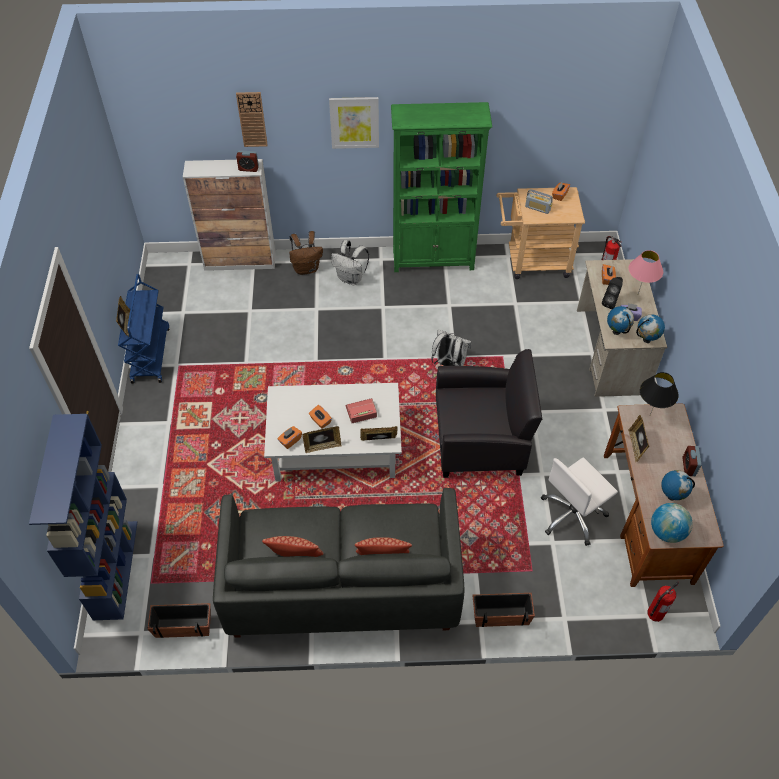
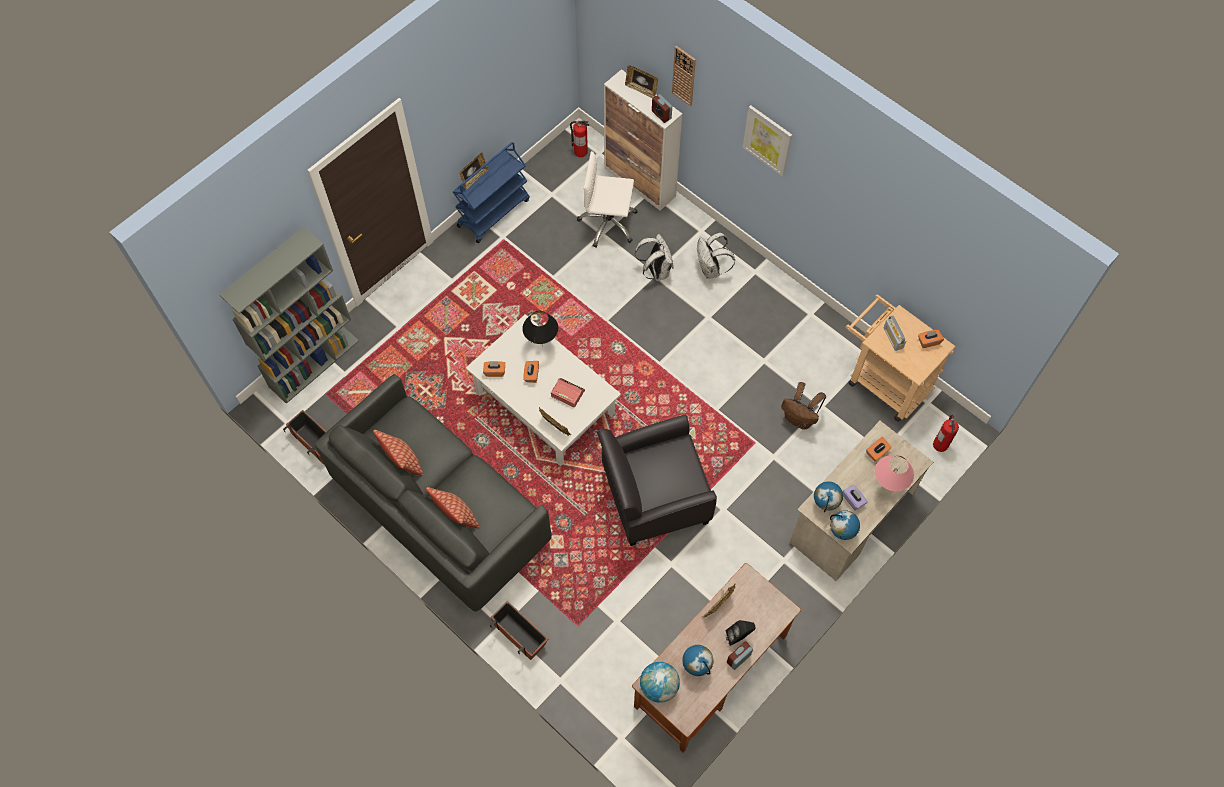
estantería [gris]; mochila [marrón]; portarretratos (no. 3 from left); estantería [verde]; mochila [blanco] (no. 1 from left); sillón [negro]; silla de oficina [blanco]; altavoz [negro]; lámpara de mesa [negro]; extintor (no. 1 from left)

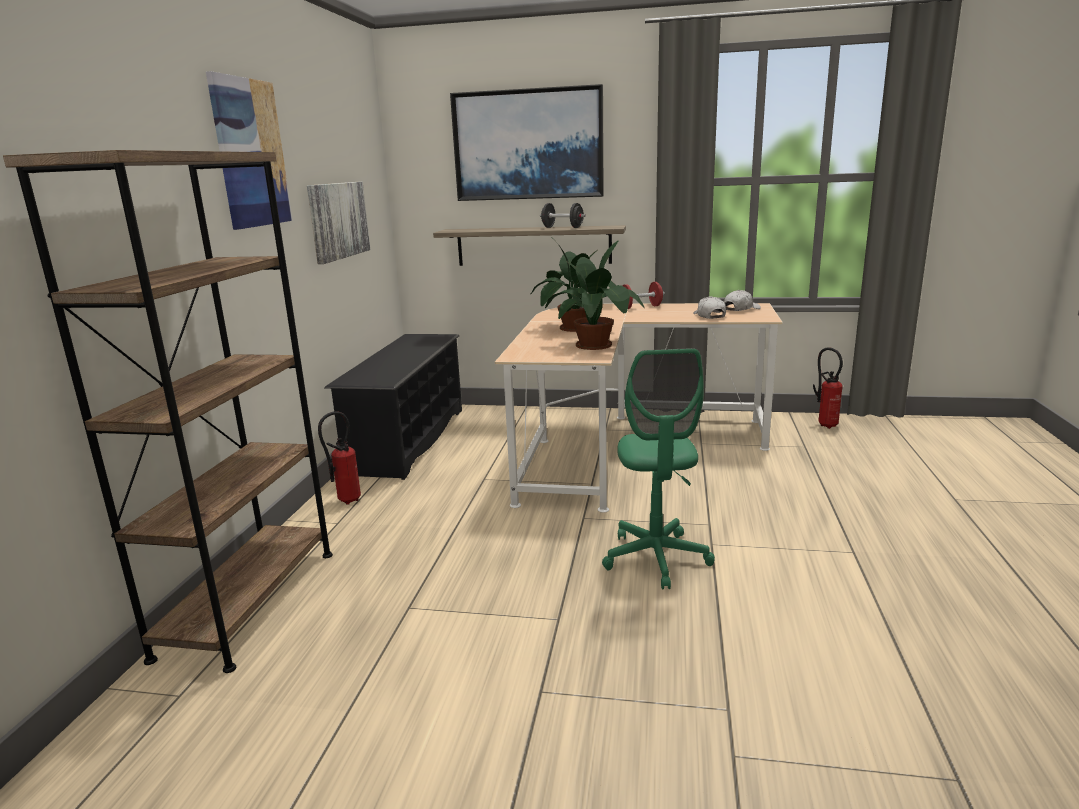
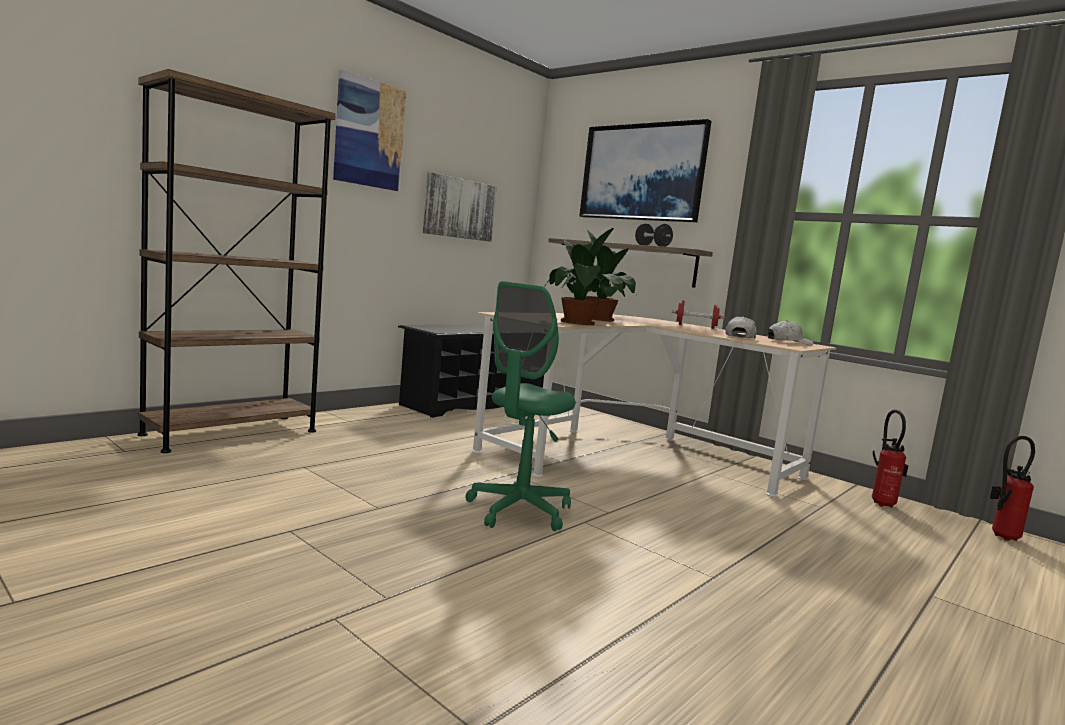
extintor (no. 2 from left)

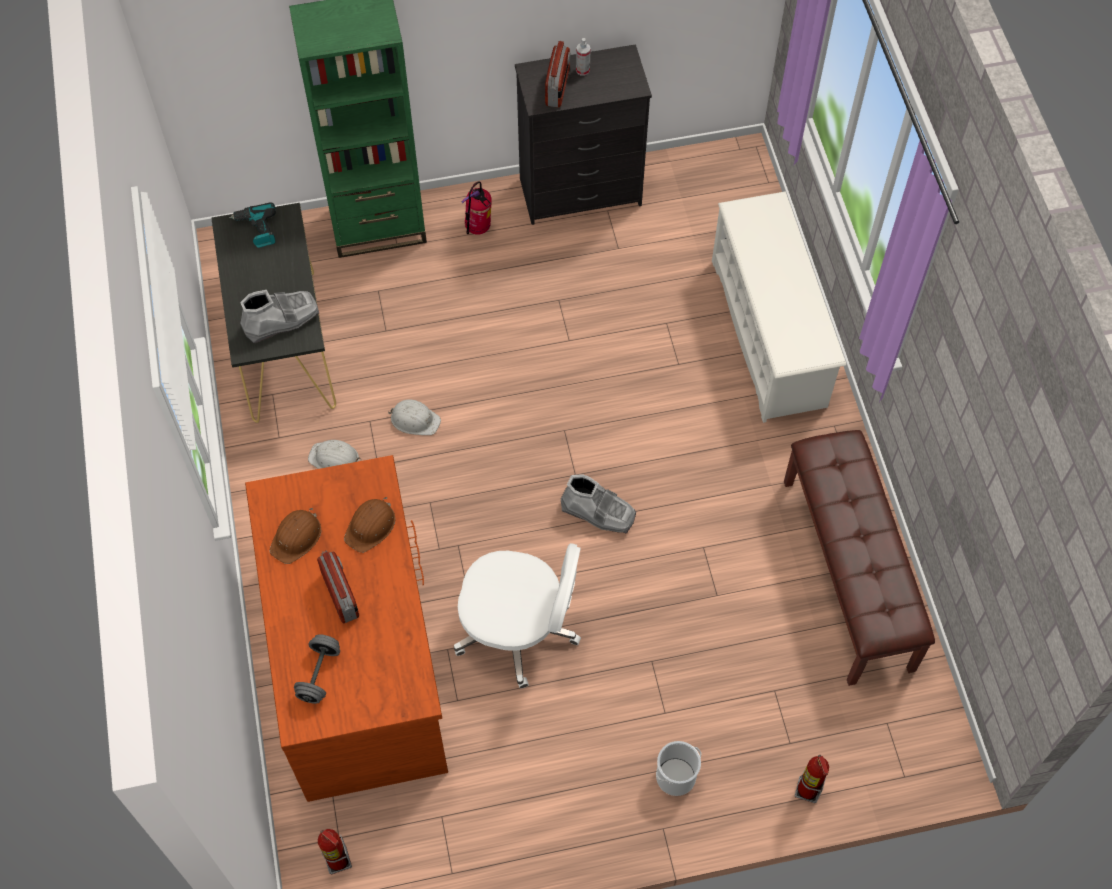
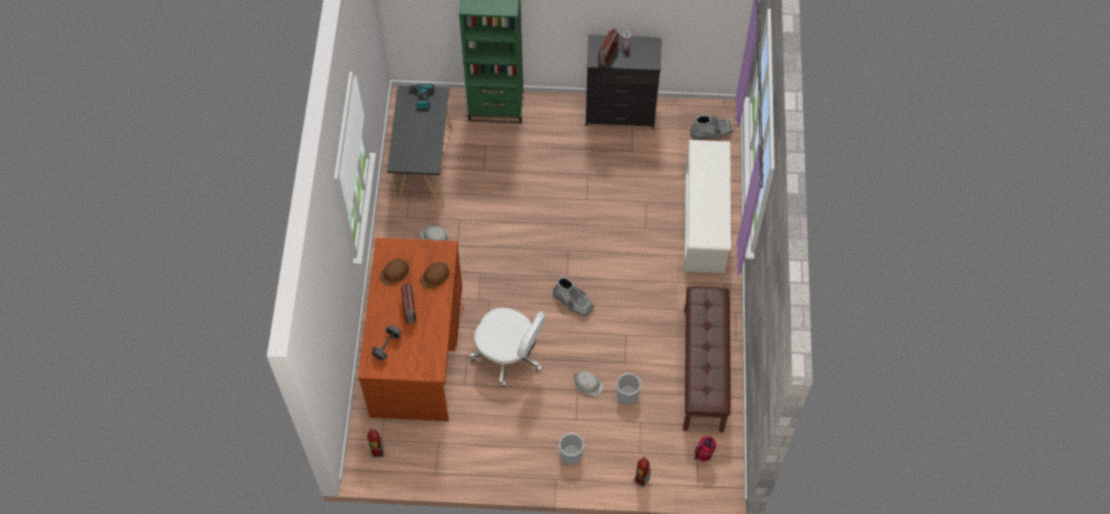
bota [gris] (no. 2 from left); casco [blanco] (no. 2 from left); extintor (no. 3 from left); cubo (no. 2 from left)

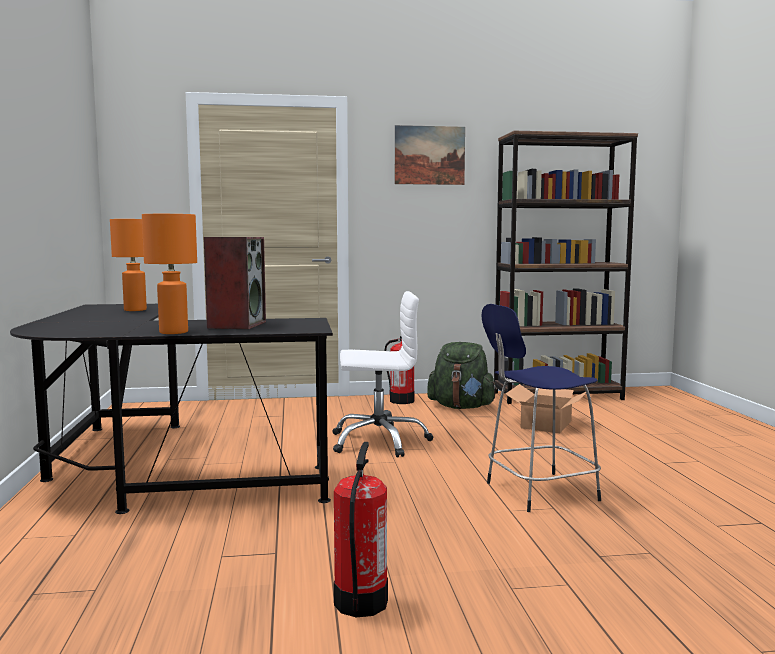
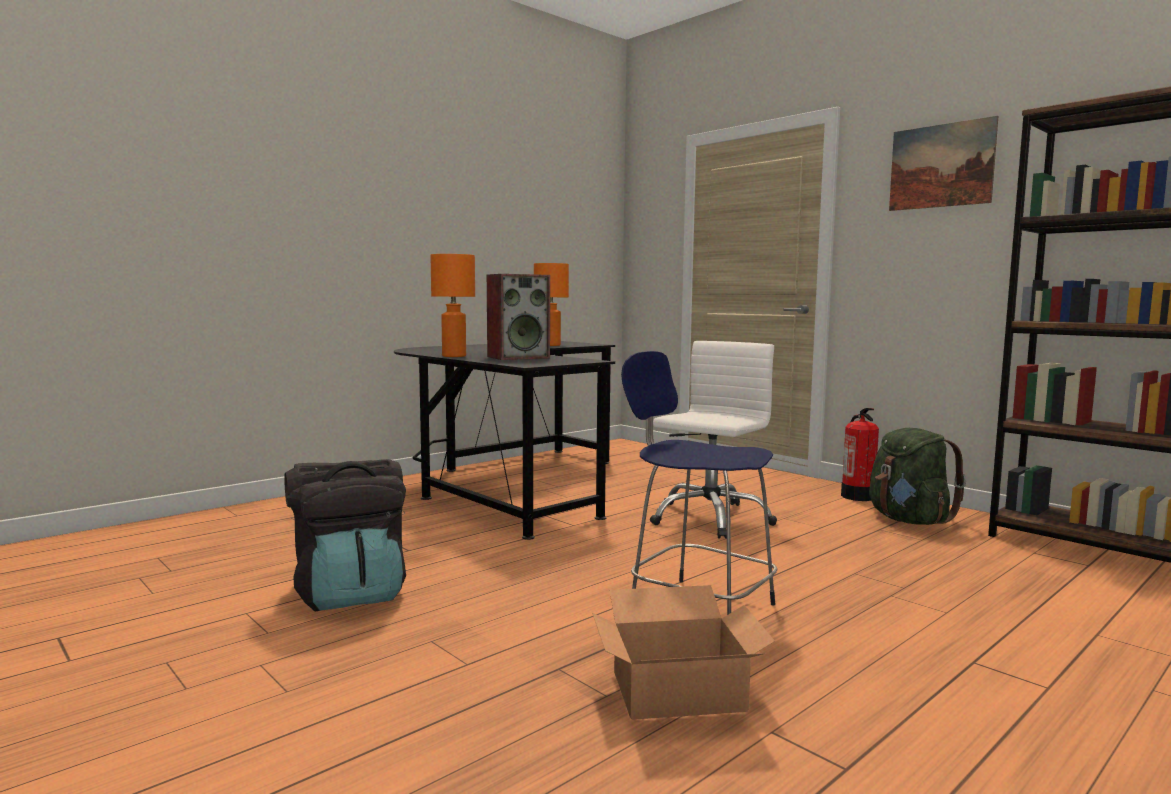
silla de oficina [blanco]; mochila [negro]; caja de cartón

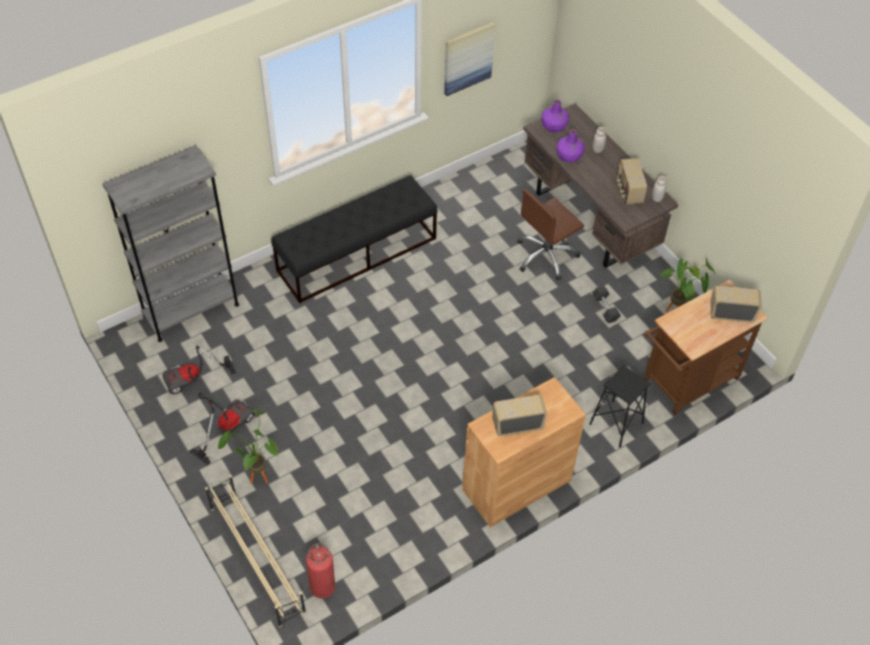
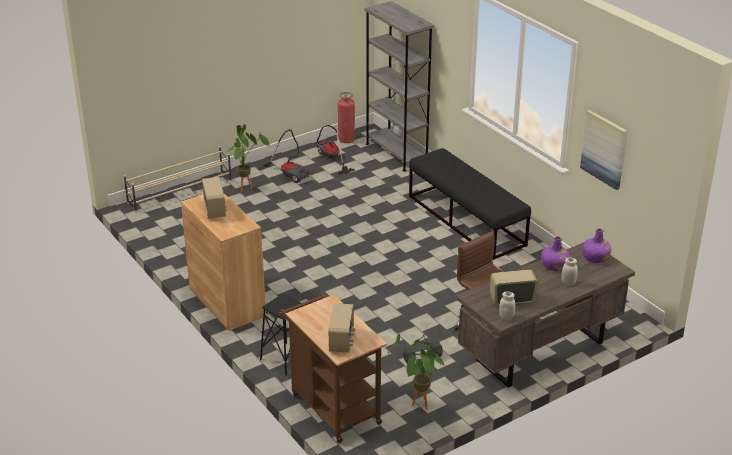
extintor

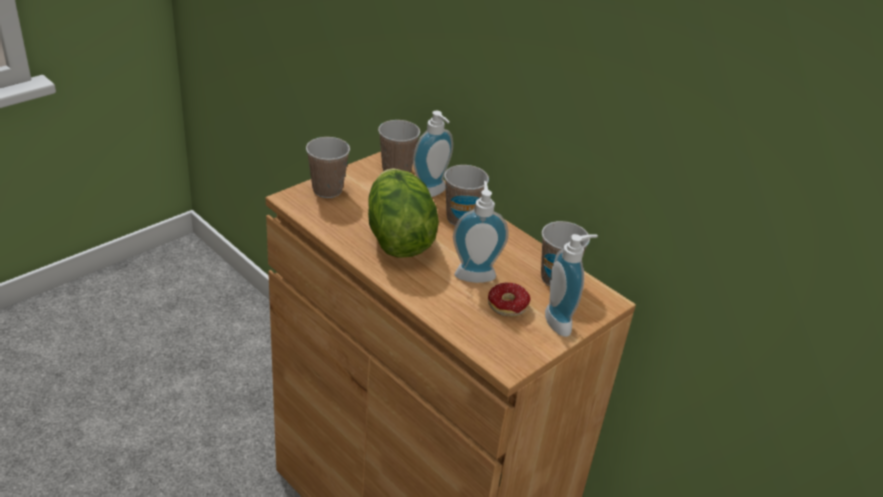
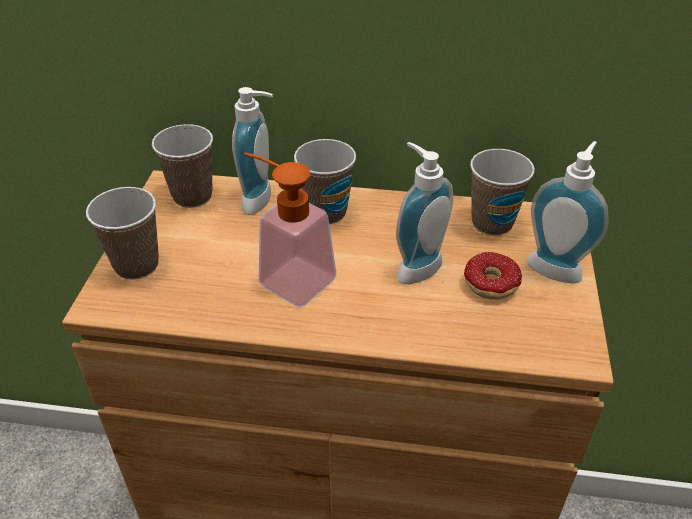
dispensador de jabón (no. 2 from left)

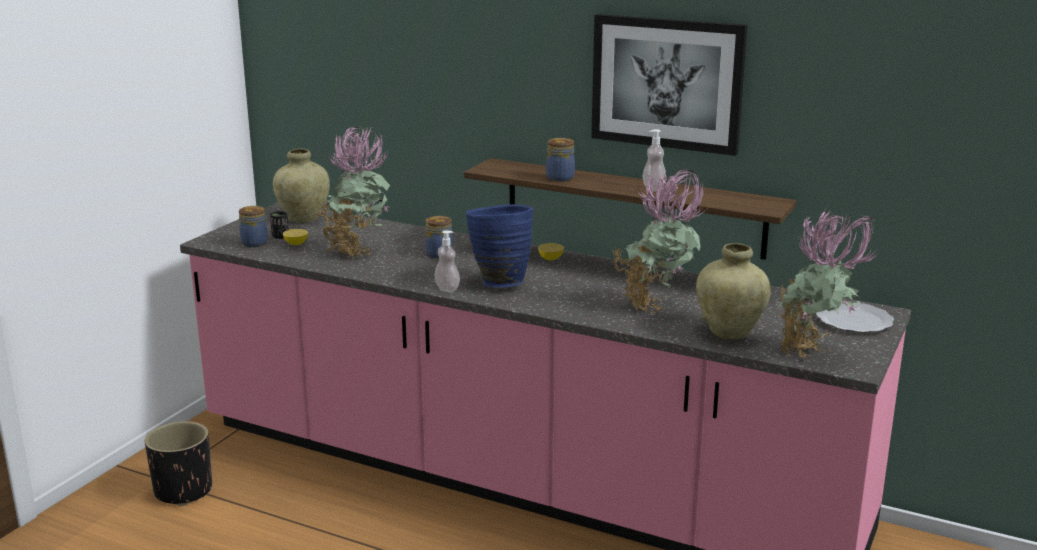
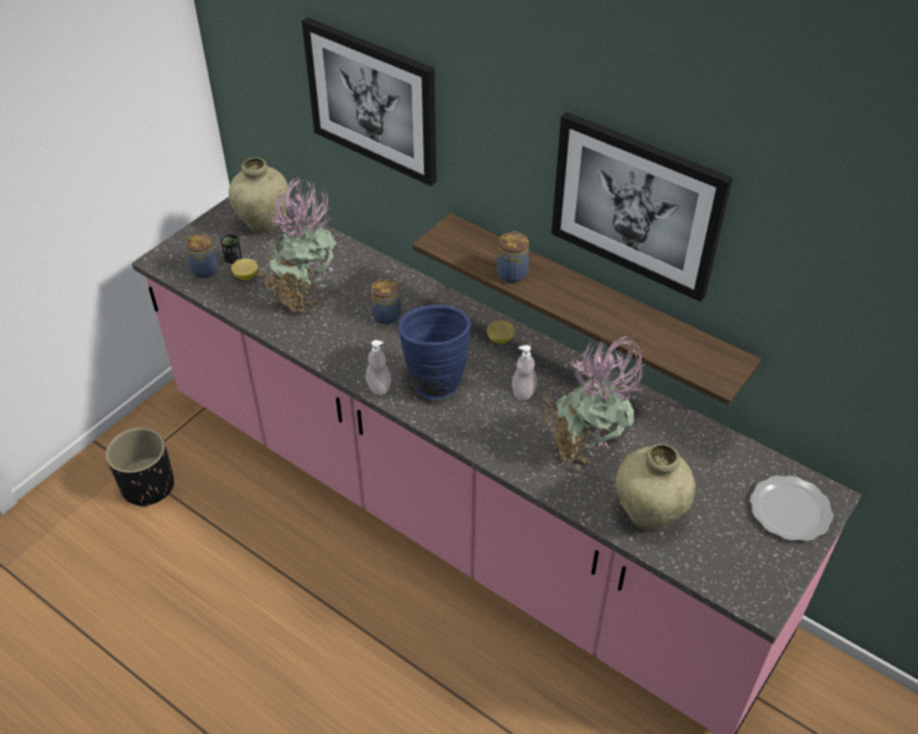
dispensador de jabón (no. 2 from left); planta en maceta (no. 3 from left in the first image); cuadro (no. 1 from left)

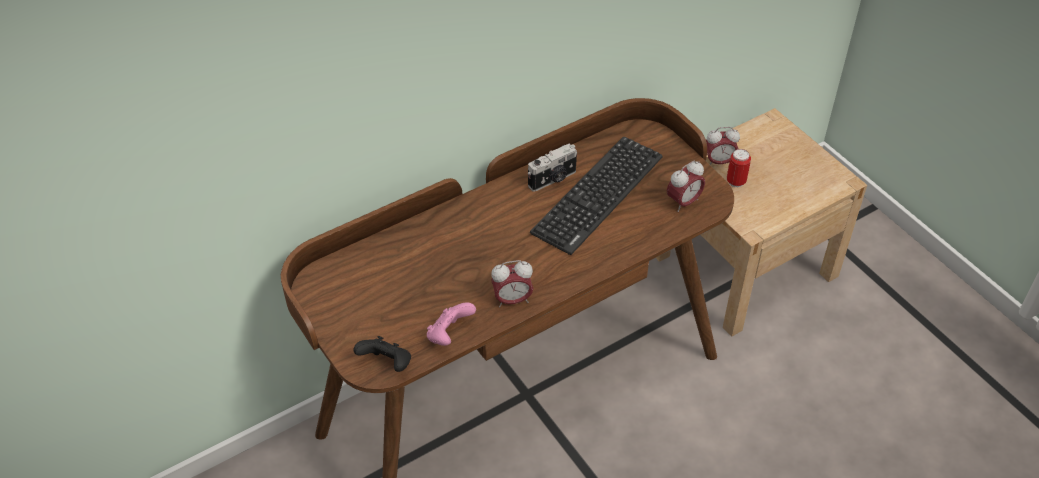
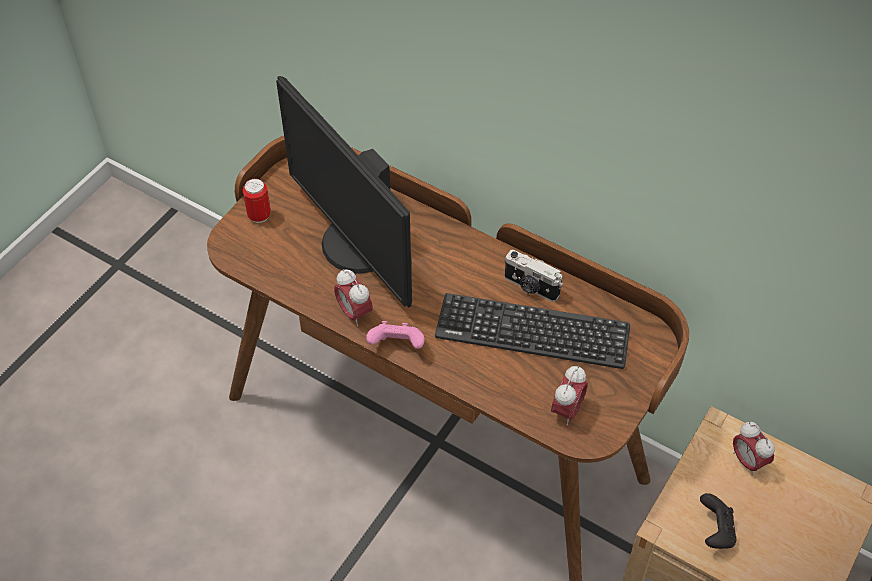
mando de consola [negro]; mando de consola [rosa]; despertador (no. 2 from left); lata; monitor

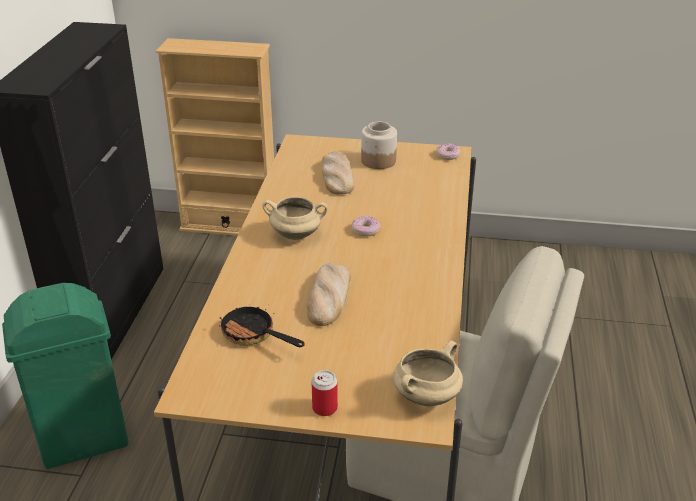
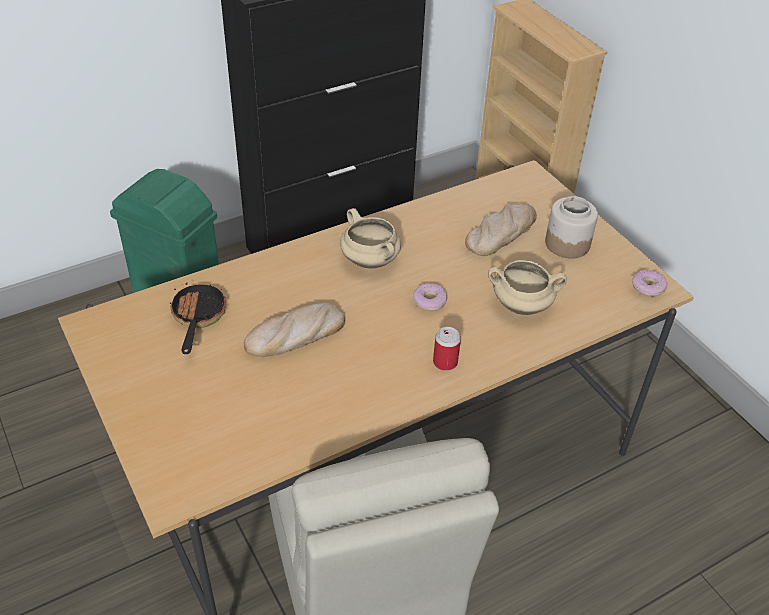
lata; olla [beis] (no. 2 from left)

